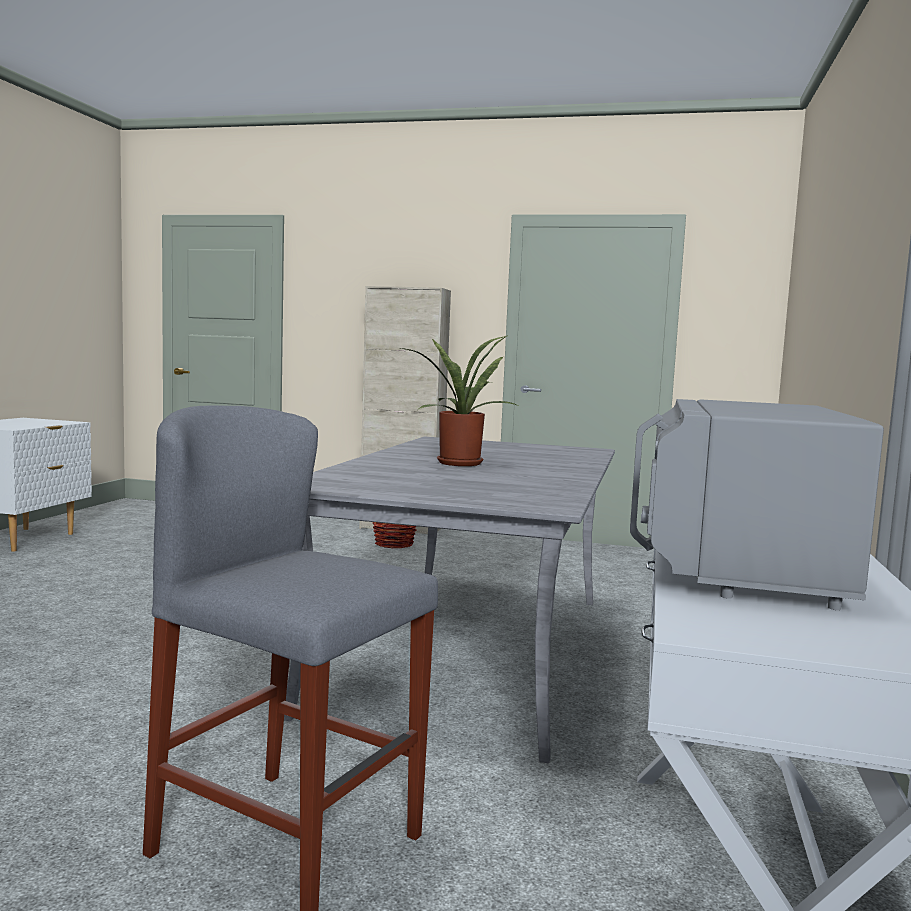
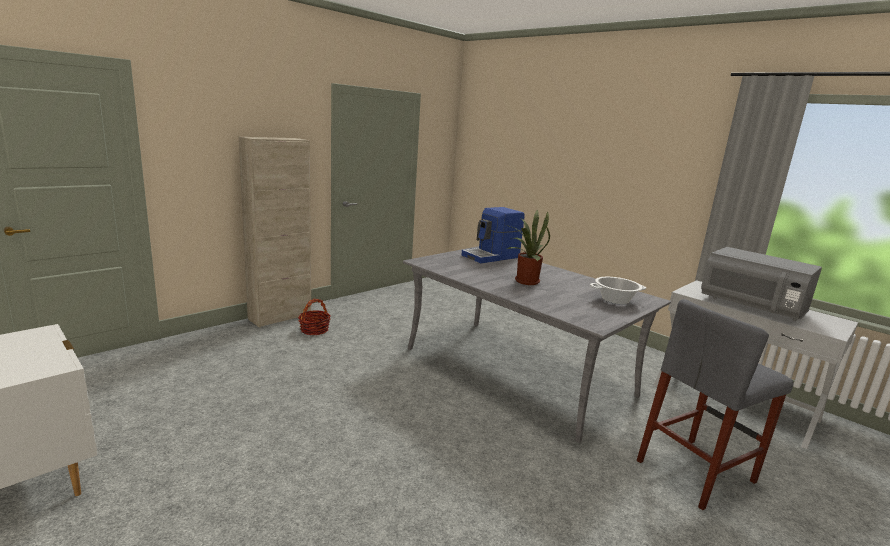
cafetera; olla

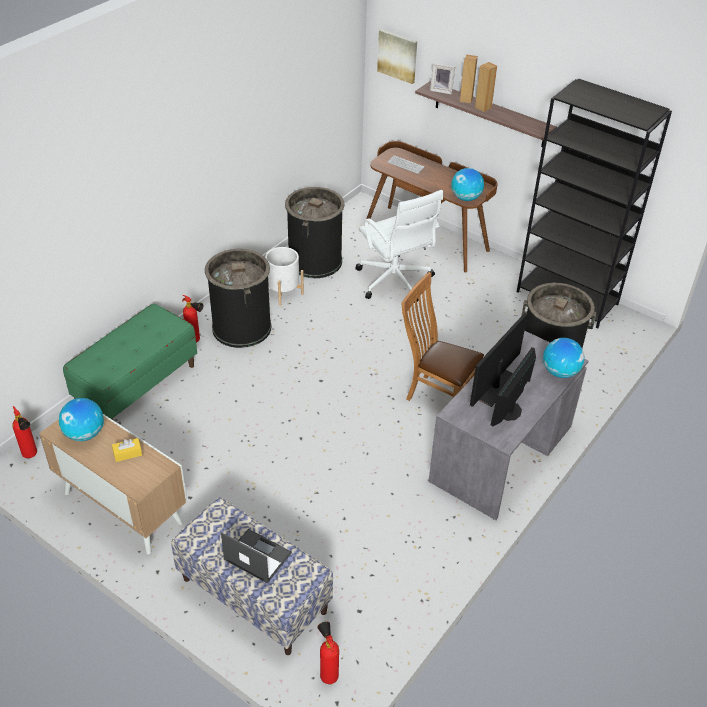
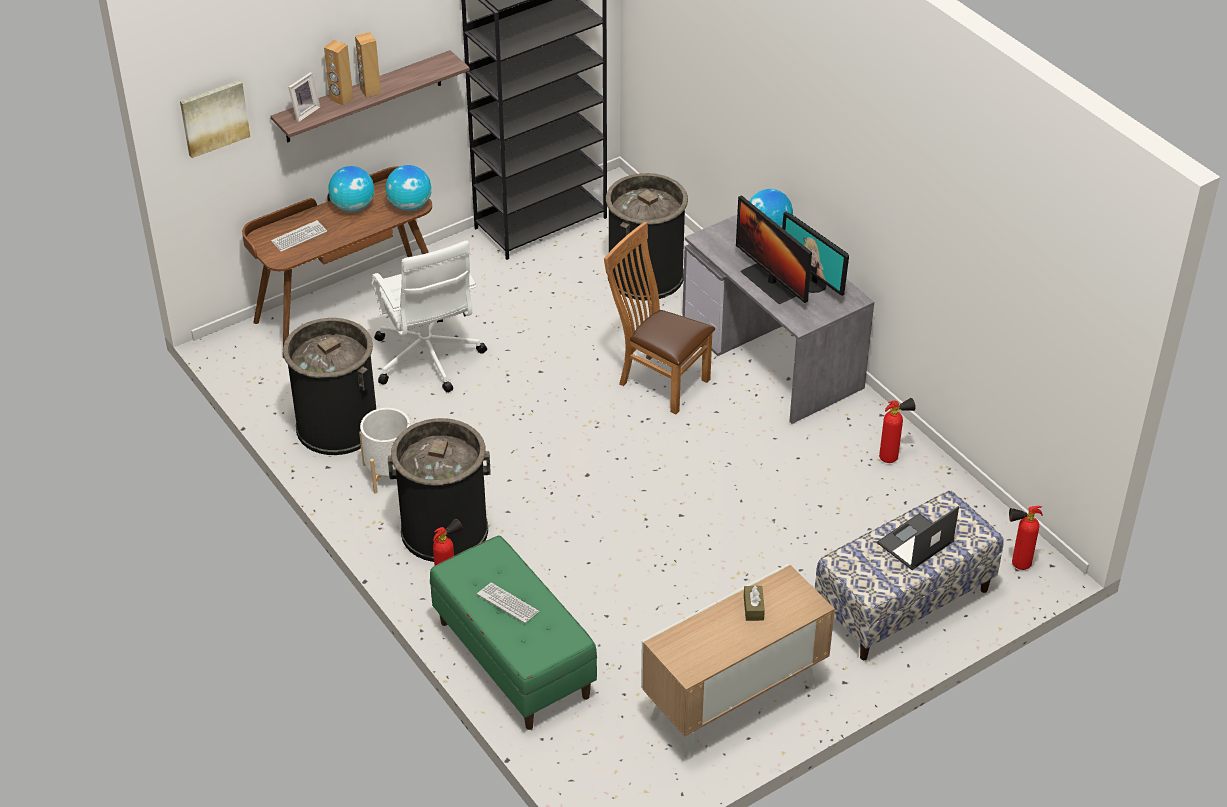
extintor (no. 2 from left); globo terráqueo (no. 1 from left); caja de pañuelos [marrón]; silla de oficina [blanco]; silla [marrón]; teclado (no. 2 from left)

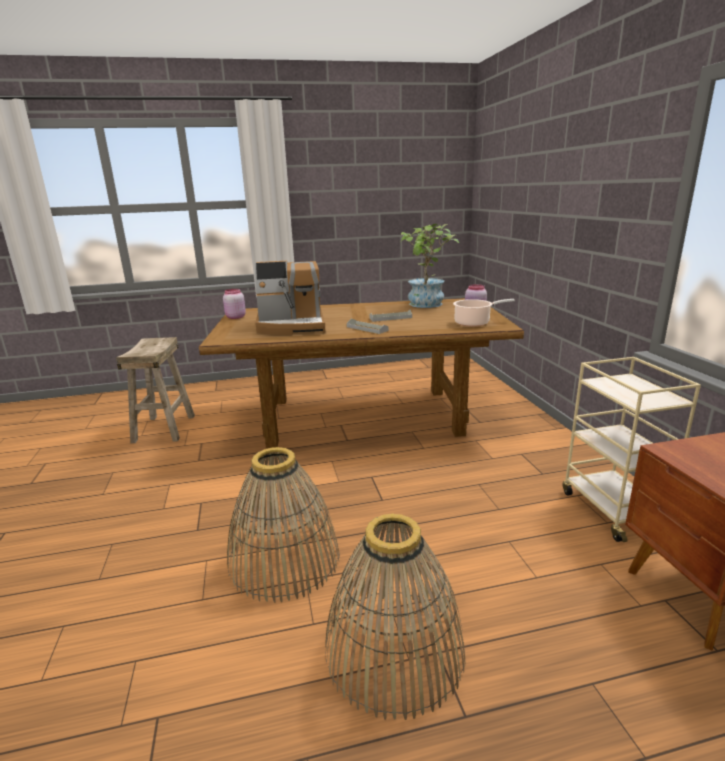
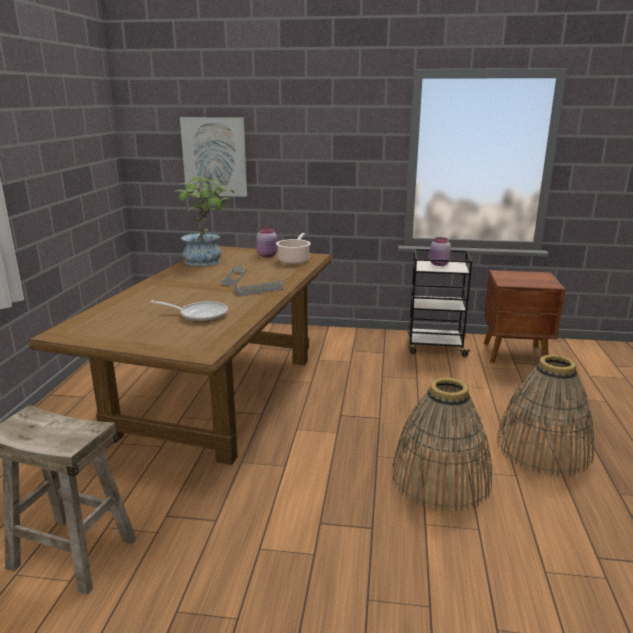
tarro [rosa] (no. 2 from left); sartén; carrito [negro]; cuadro

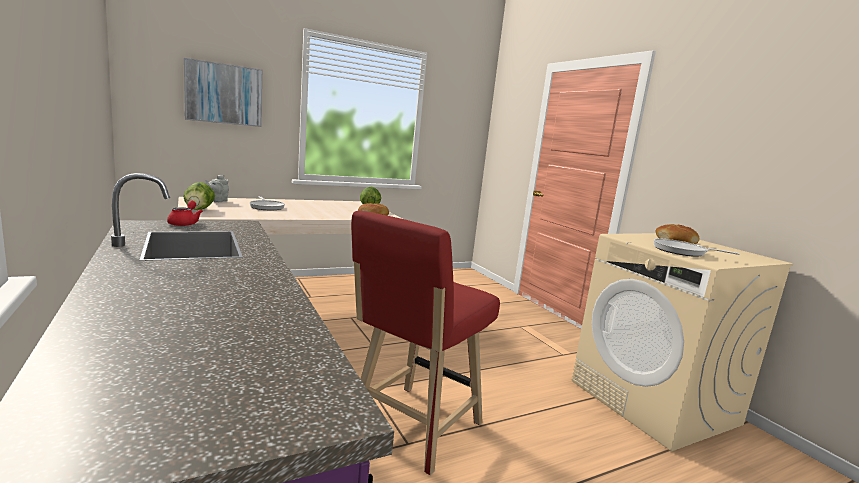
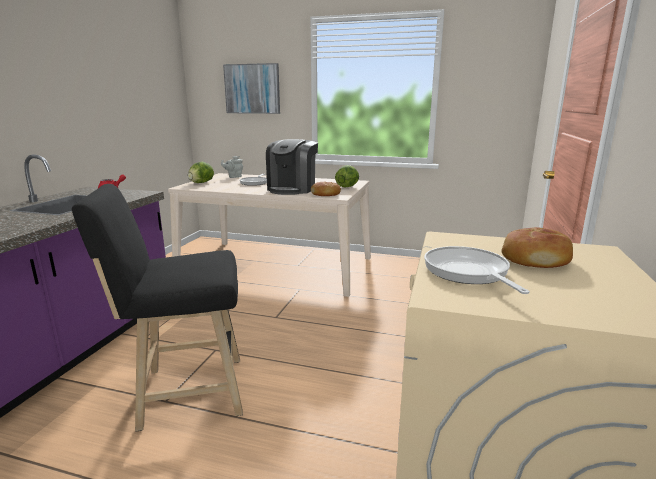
taburete [negro]; cafetera

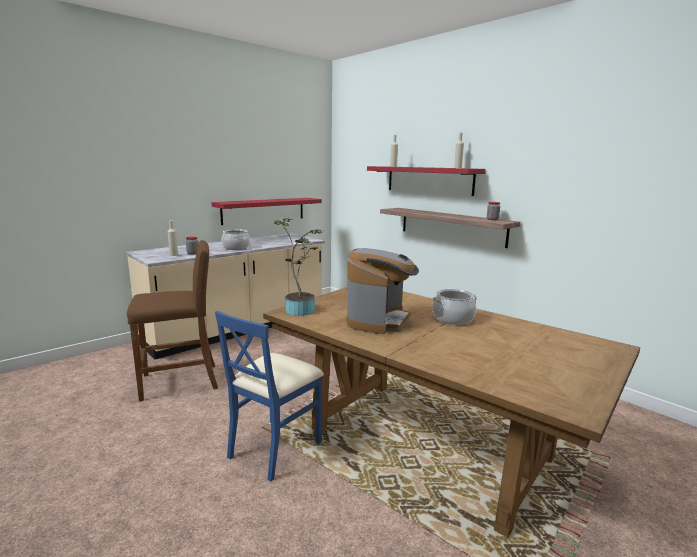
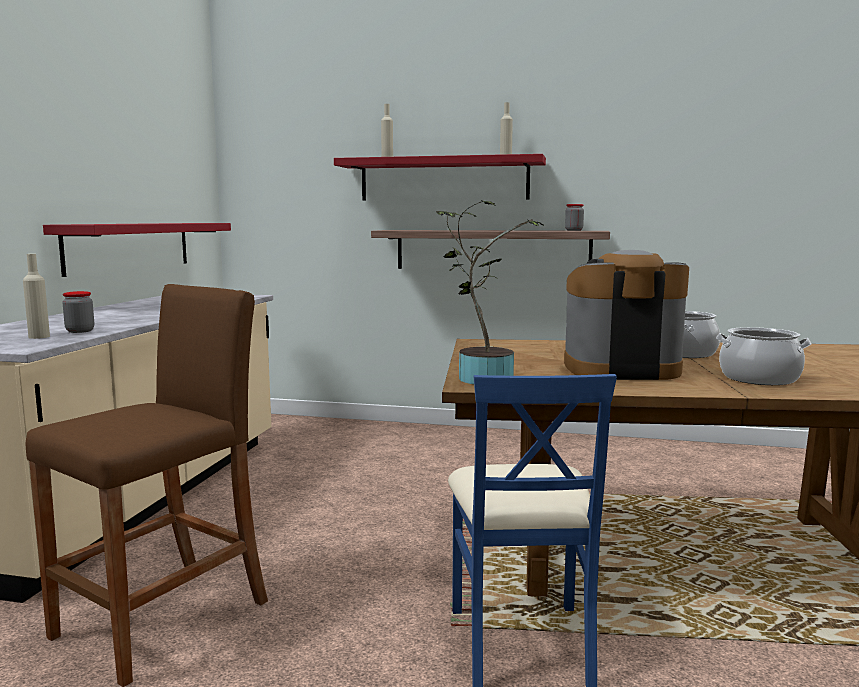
olla (no. 2 from left); cafetera

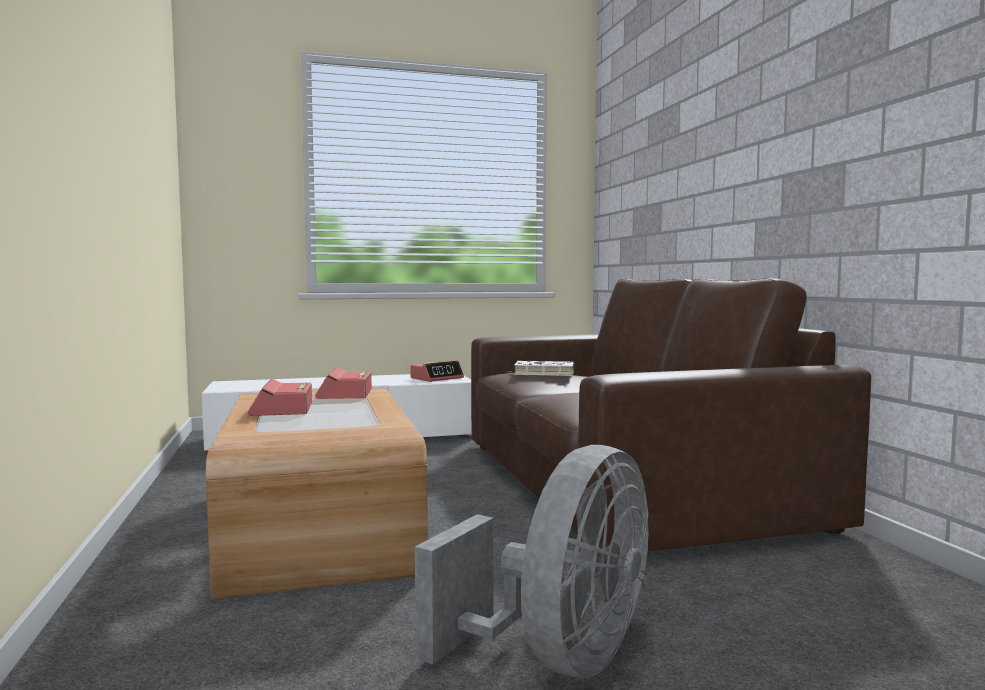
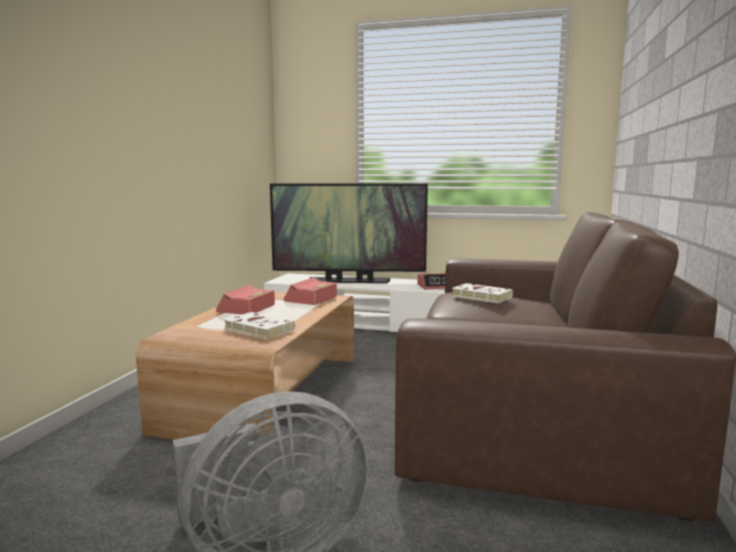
libro [blanco] (no. 1 from left); televisor

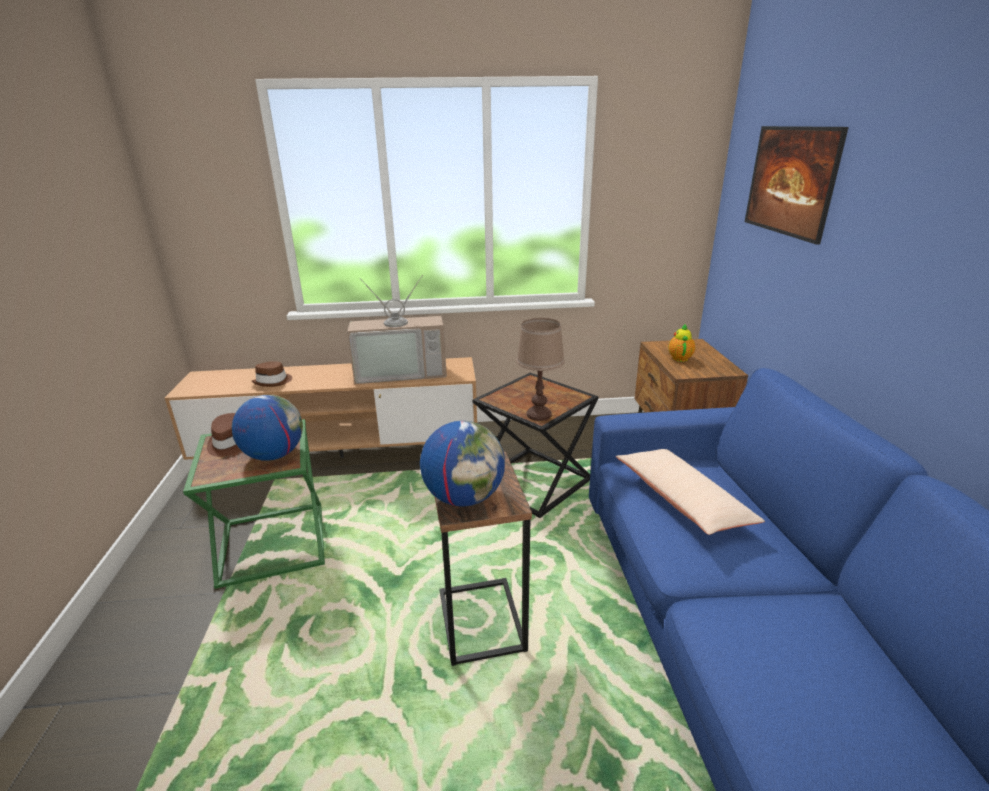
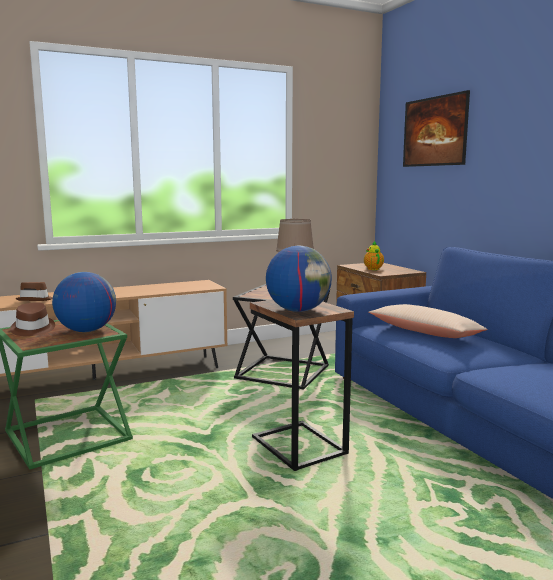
televisor

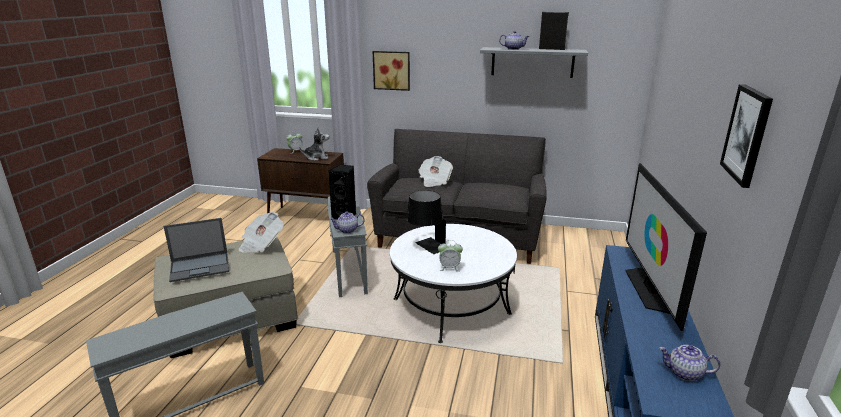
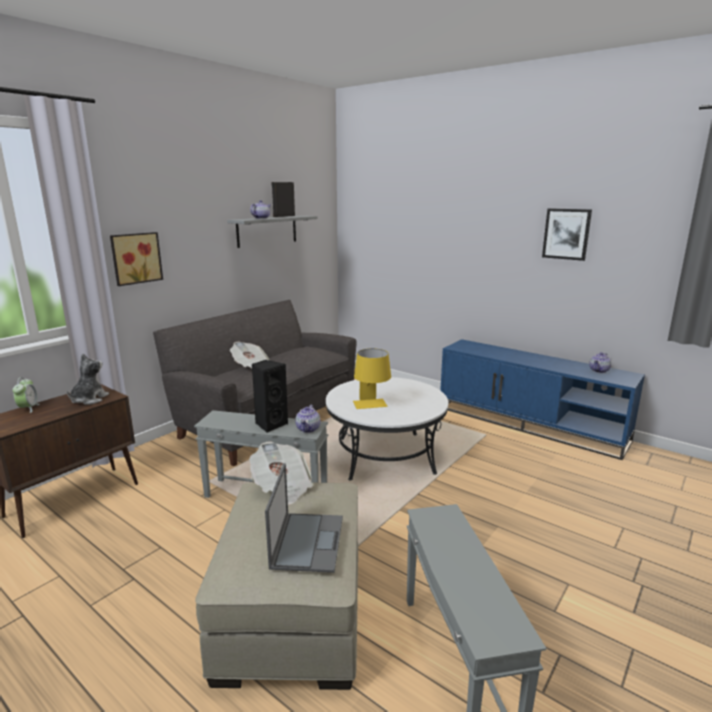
lámpara de mesa [amarillo]; despertador (no. 2 from left in the first image); televisor

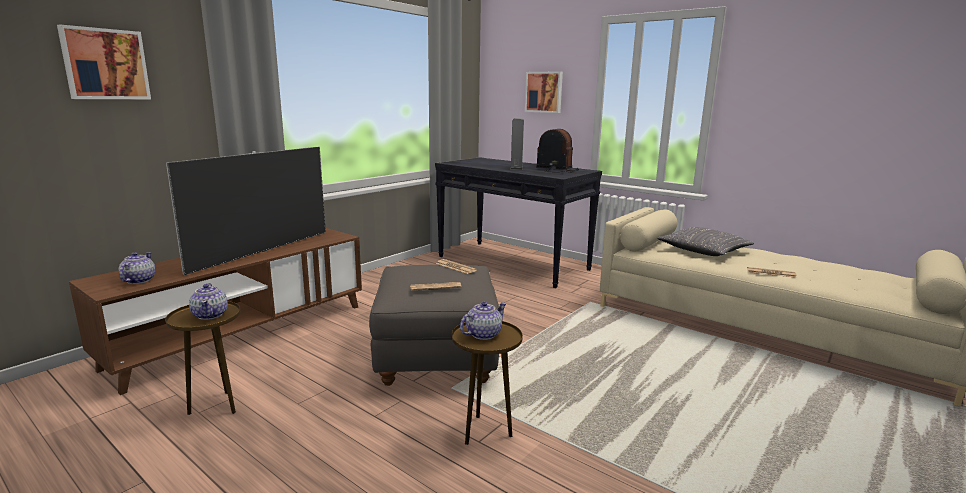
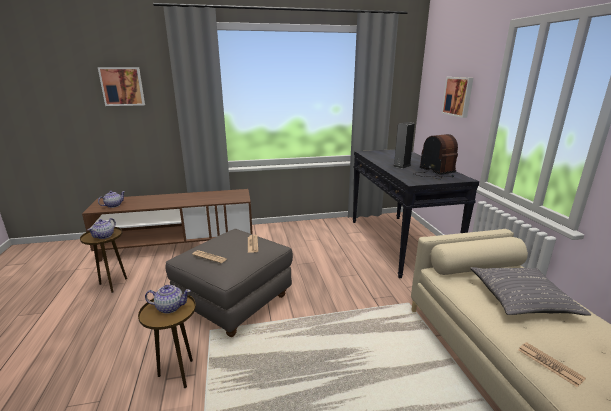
televisor

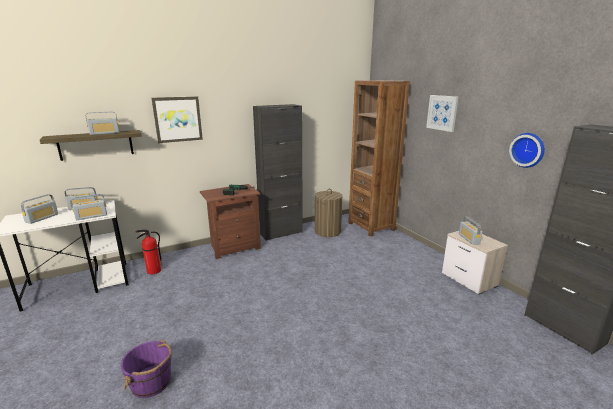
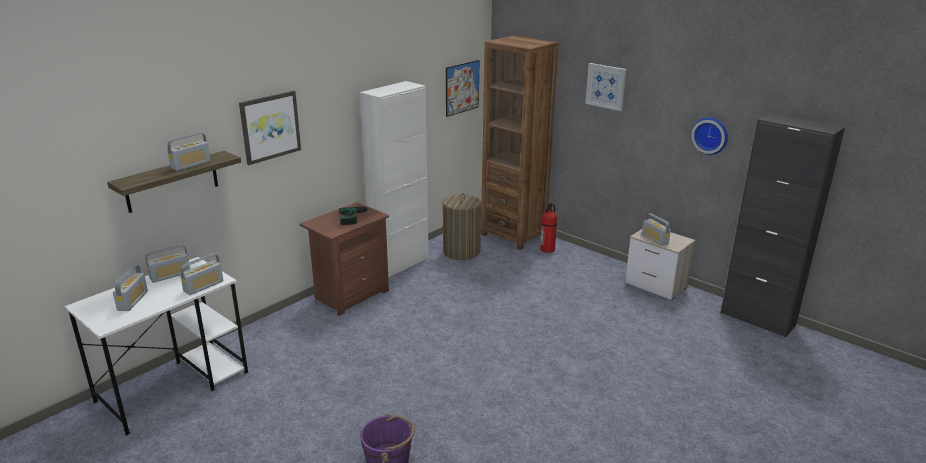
extintor; armario [blanco]; cuadro (no. 2 from left)

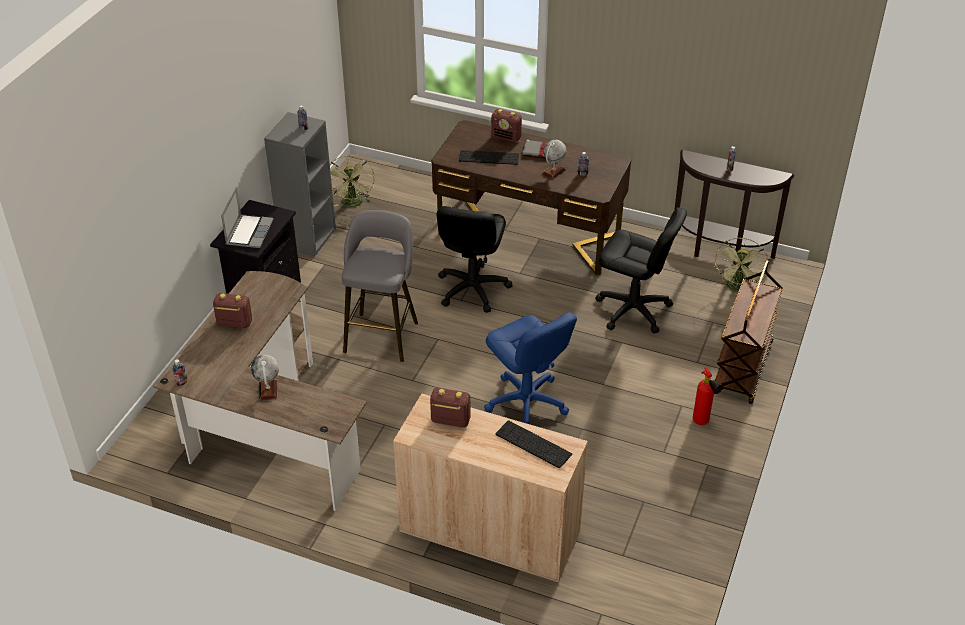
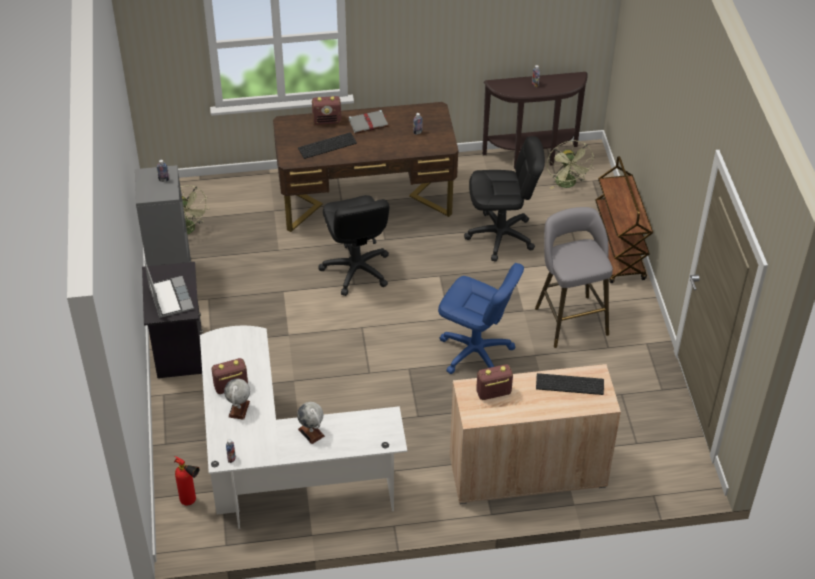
escritorio [blanco]; taburete [gris]; globo terráqueo (no. 1 from left); extintor

